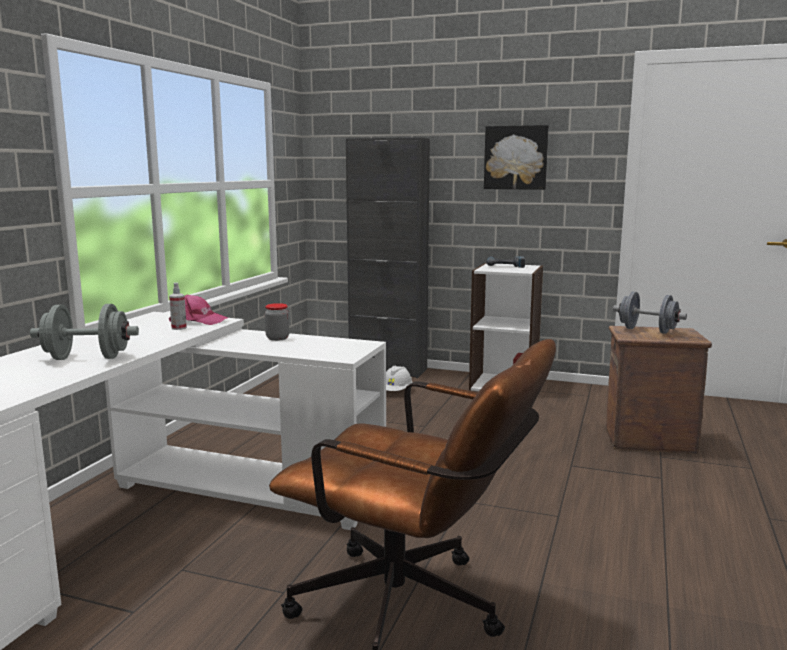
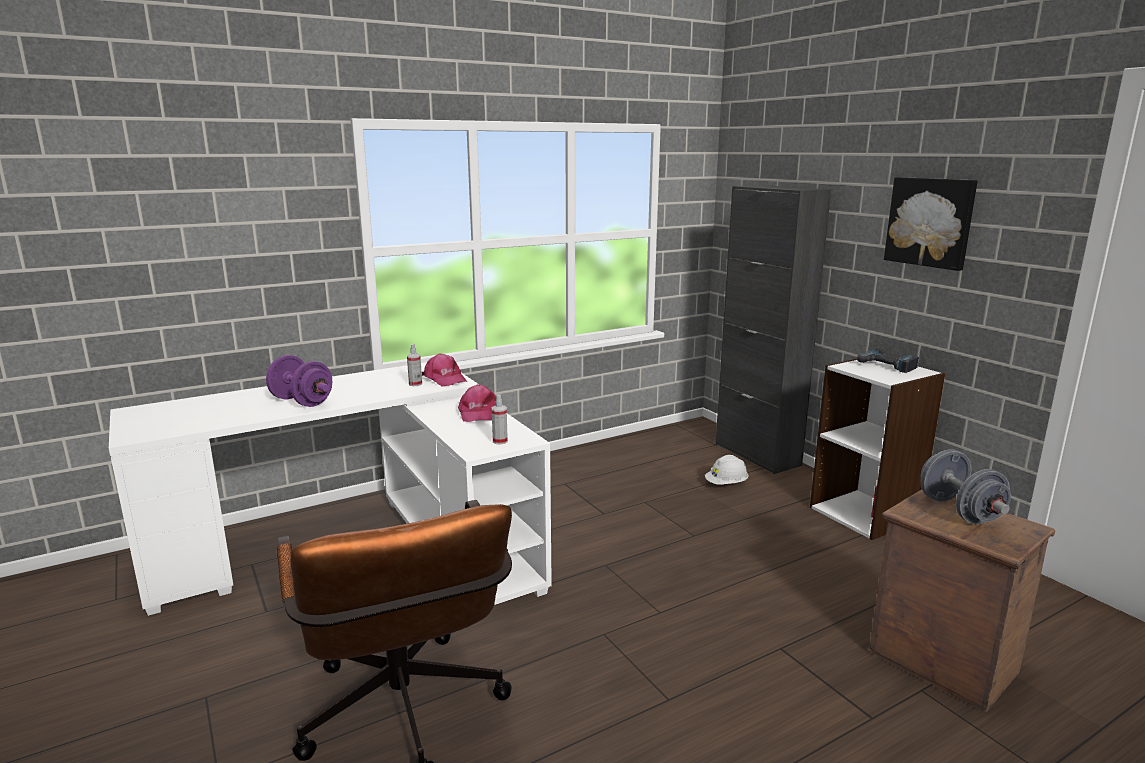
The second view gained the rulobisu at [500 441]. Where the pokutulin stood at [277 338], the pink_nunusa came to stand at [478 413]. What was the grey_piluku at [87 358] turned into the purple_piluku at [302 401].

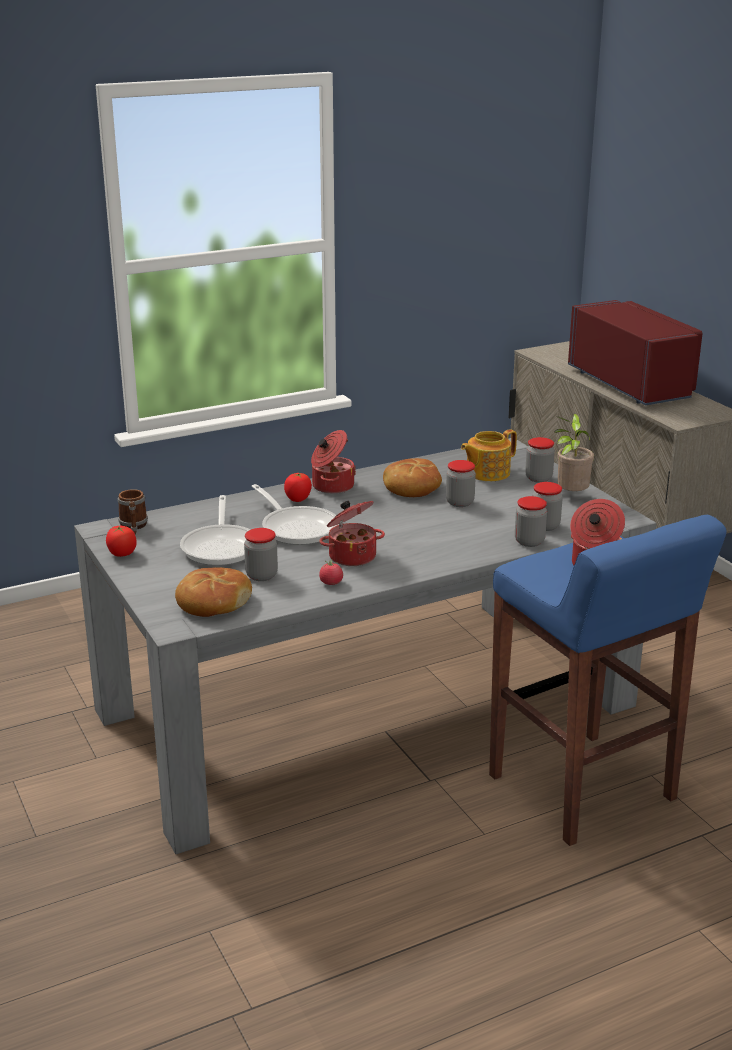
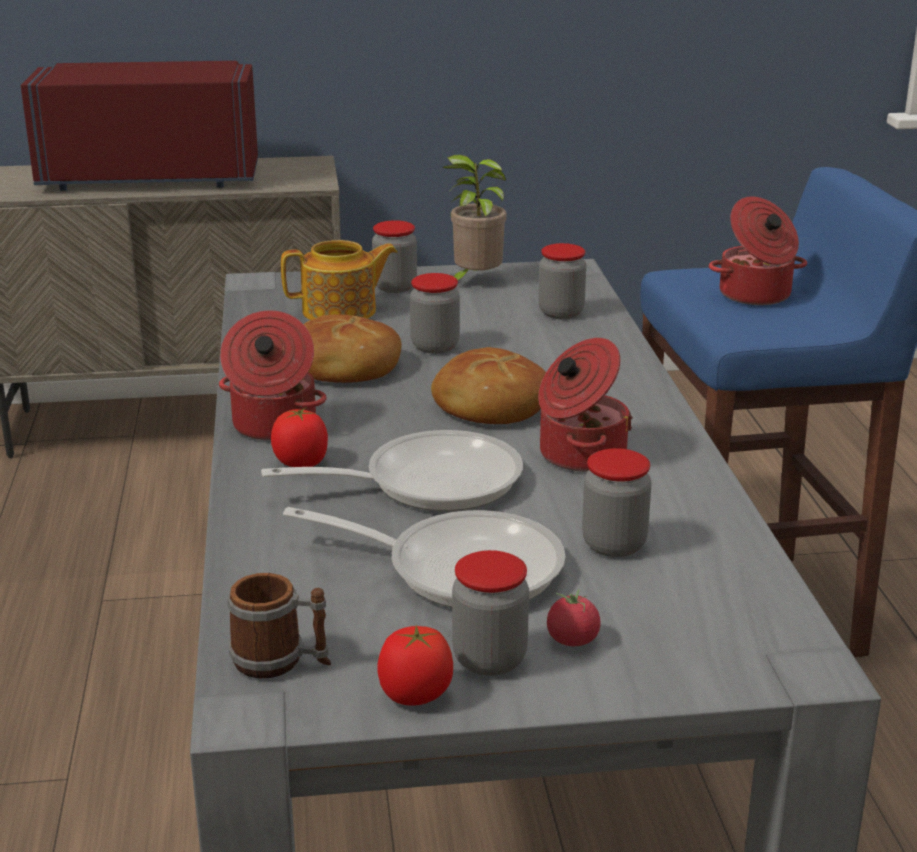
The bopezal ended up elsewhere, having gone from [213 603] to [489 406]. The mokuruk ended up elsewhere, having gone from [331 583] to [572 640]. The pokutulin ended up elsewhere, having gone from [529 541] to [489 659]. The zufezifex at [486 473] ended up facing another way, 90 degrees counterclockwise from before.

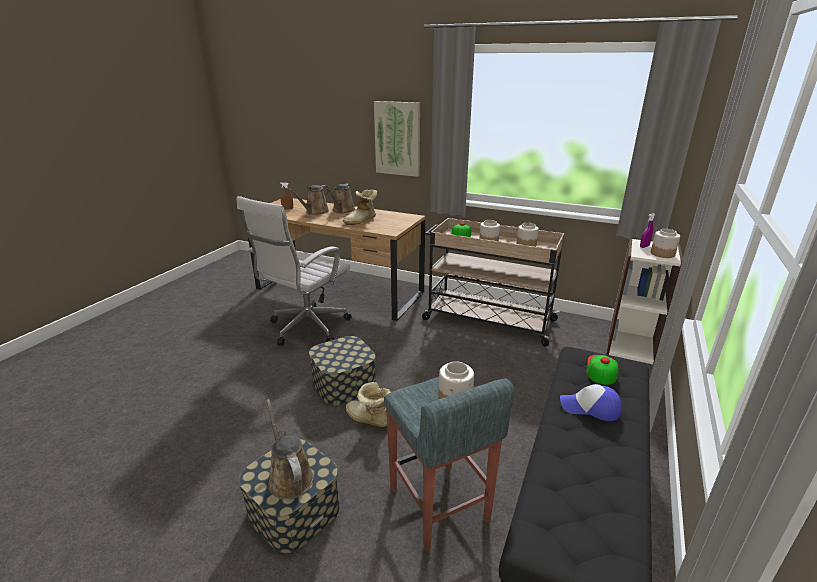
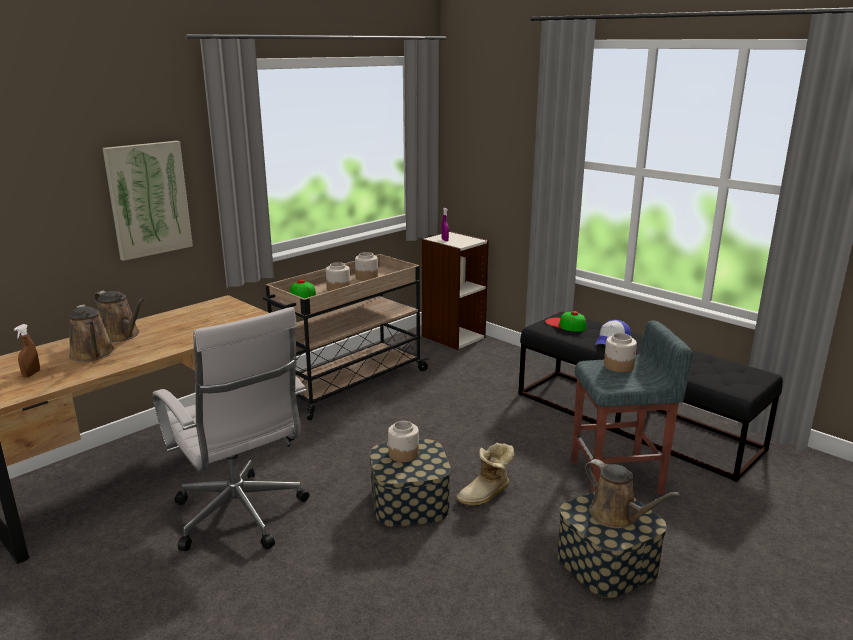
The second view lost the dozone at [362 221]. The pokutulin ended up elsewhere, having gone from [662 254] to [403 454]. The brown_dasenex at [289 477] ended up facing another way, 120 degrees counterclockwise from before.

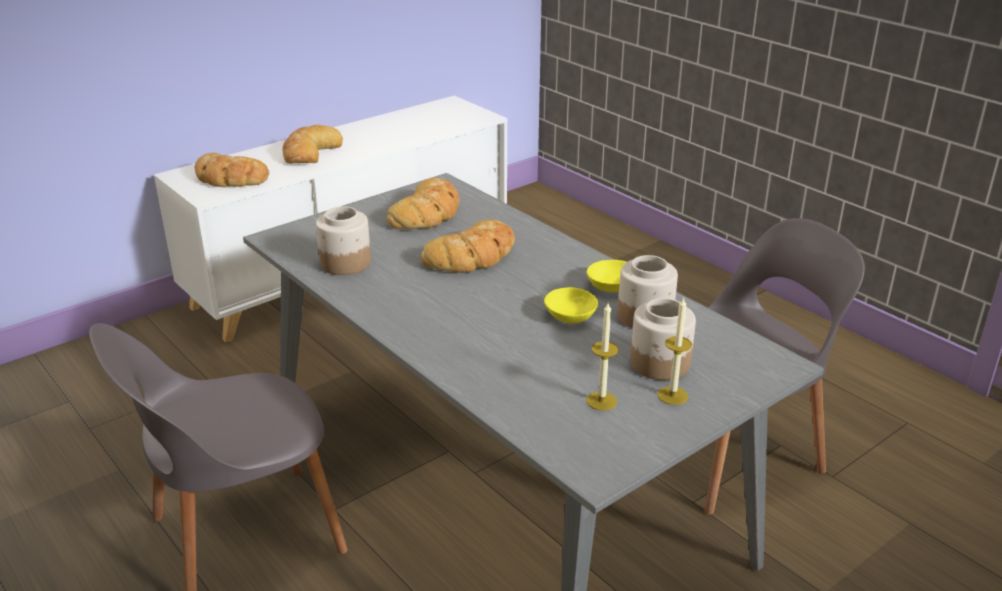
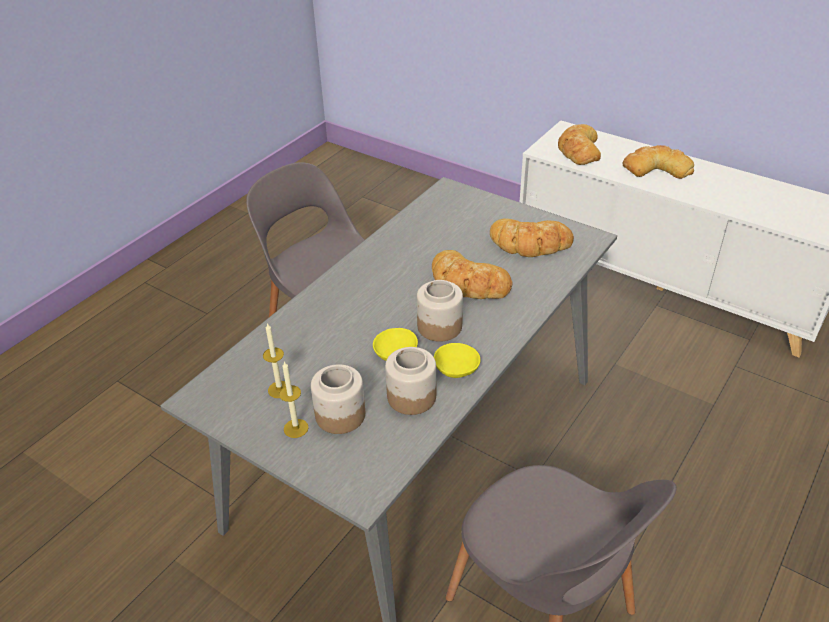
The pokutulin ended up elsewhere, having gone from [345 263] to [439 326].

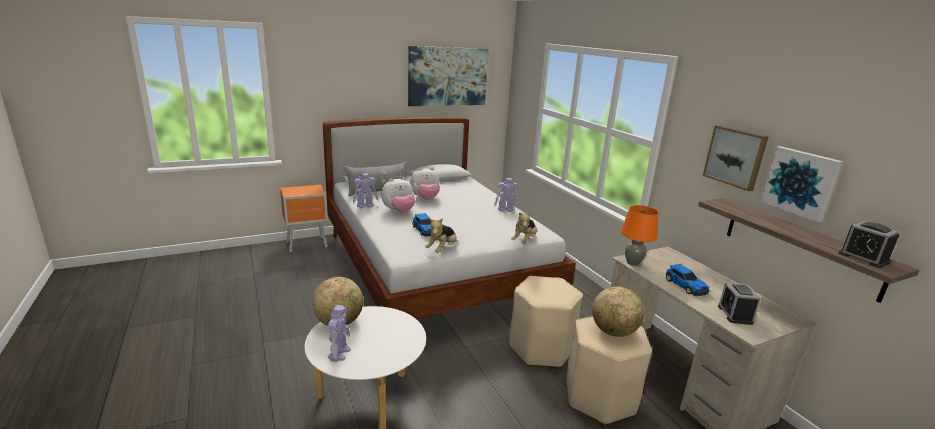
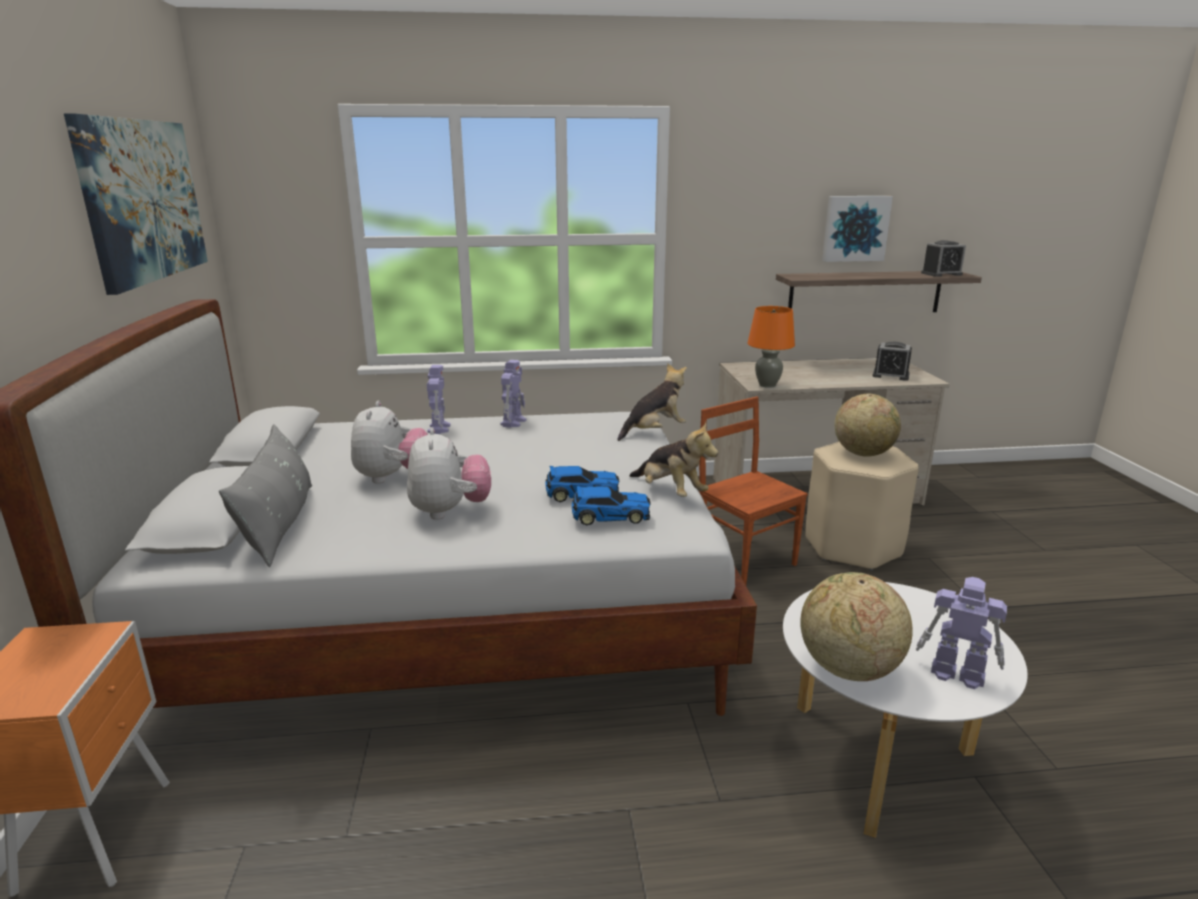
The second view lost the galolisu at [735 157]. The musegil ended up elsewhere, having gone from [365 206] to [439 428]. The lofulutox ended up elsewhere, having gone from [685 285] to [609 515]. Where the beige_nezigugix stood at [541 348], the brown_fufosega came to stand at [746 560]. The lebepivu at [524 241] ended up facing another way, 75 degrees counterclockwise from before.

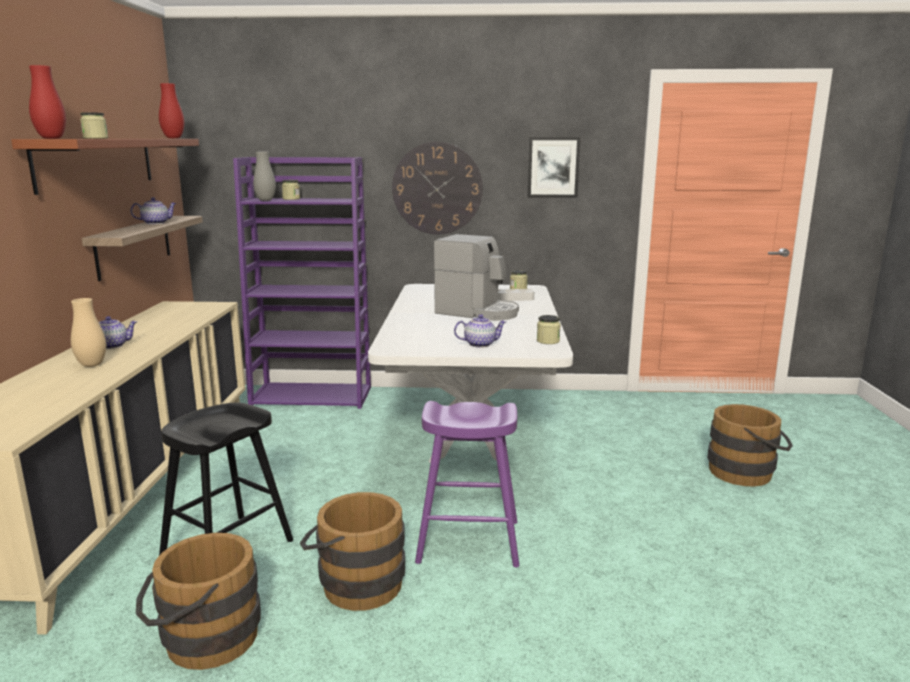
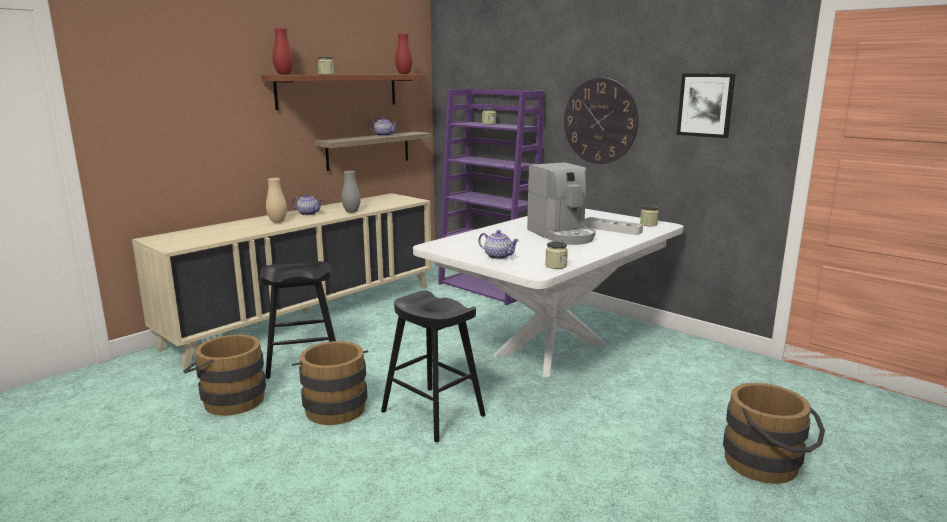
The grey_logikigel ended up elsewhere, having gone from [265 200] to [351 211]. What was the purple_nezigugix at [469 541] turned into the black_nezigugix at [433 413].

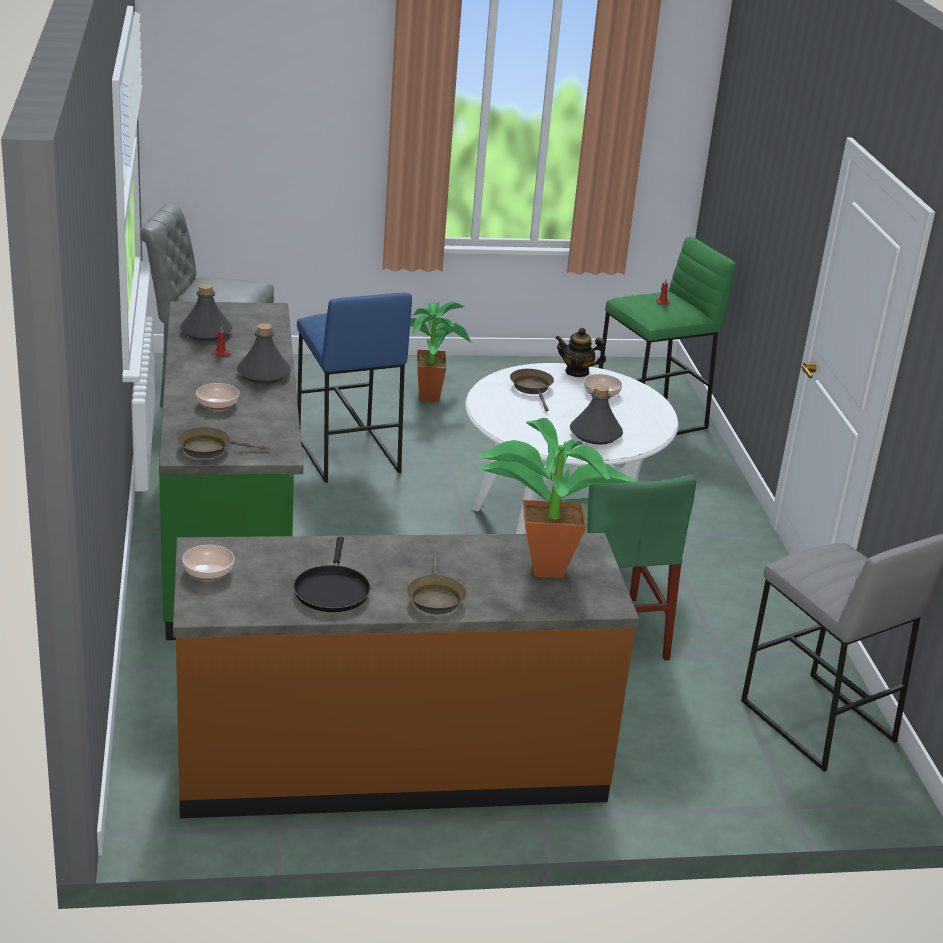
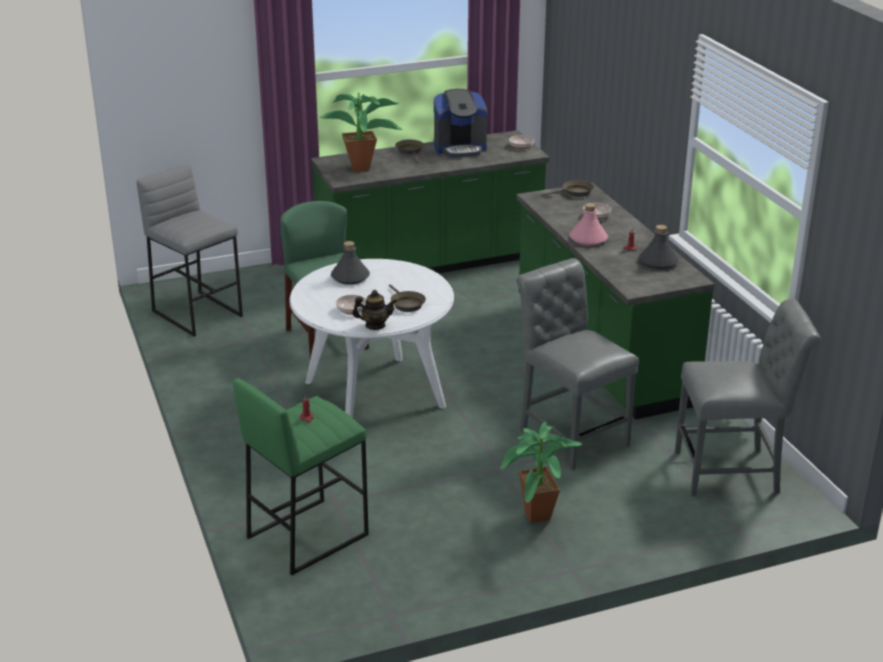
Where the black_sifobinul stood at [332 590], the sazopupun came to stand at [460 148]. Where the blue_nezigugix stood at [346 454], the grey_fufosega came to stand at [570 434]. What was the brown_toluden at [391 761] turned into the green_toluden at [430 264]. What was the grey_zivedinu at [263 374] turned into the pink_zivedinu at [588 239].

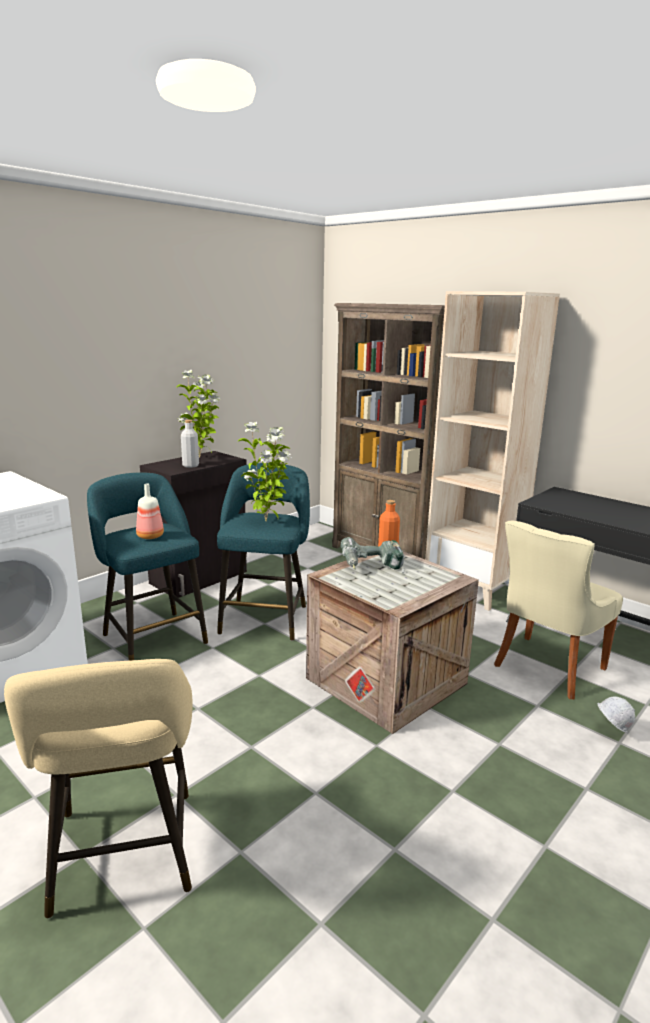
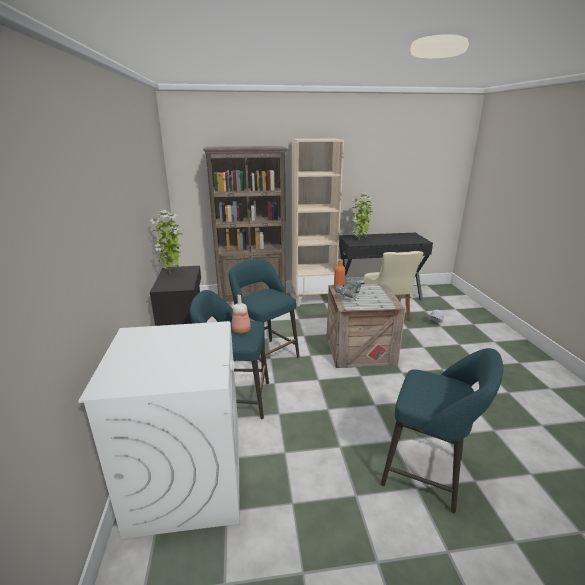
The second view lost the grey_zivedinu at [190 465]. The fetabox ended up elsewhere, having gone from [267 522] to [359 240]. What was the beige_nezigugix at [123 859] turned into the turquoise_nezigugix at [428 474].

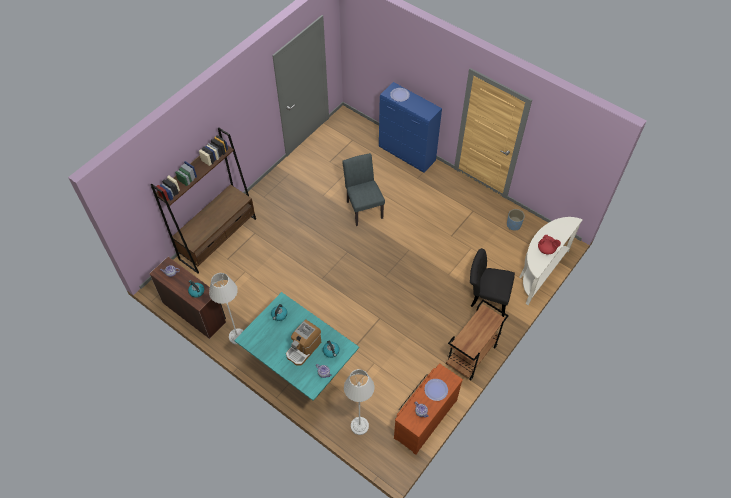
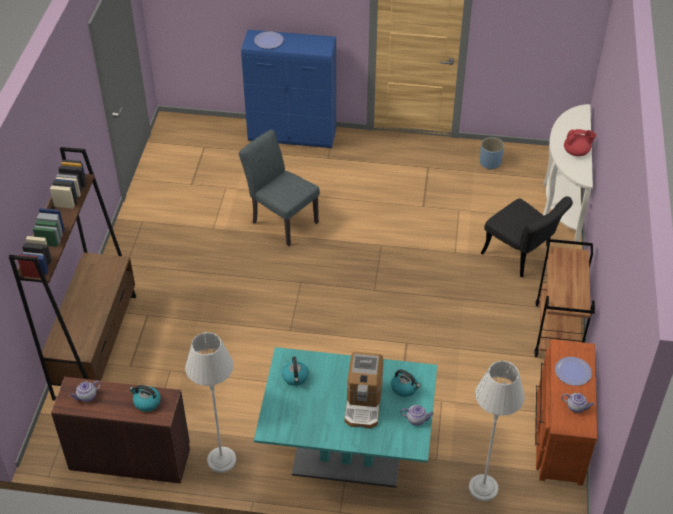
The black_fufosega at [486 296] ended up facing another way, 120 degrees counterclockwise from before.

